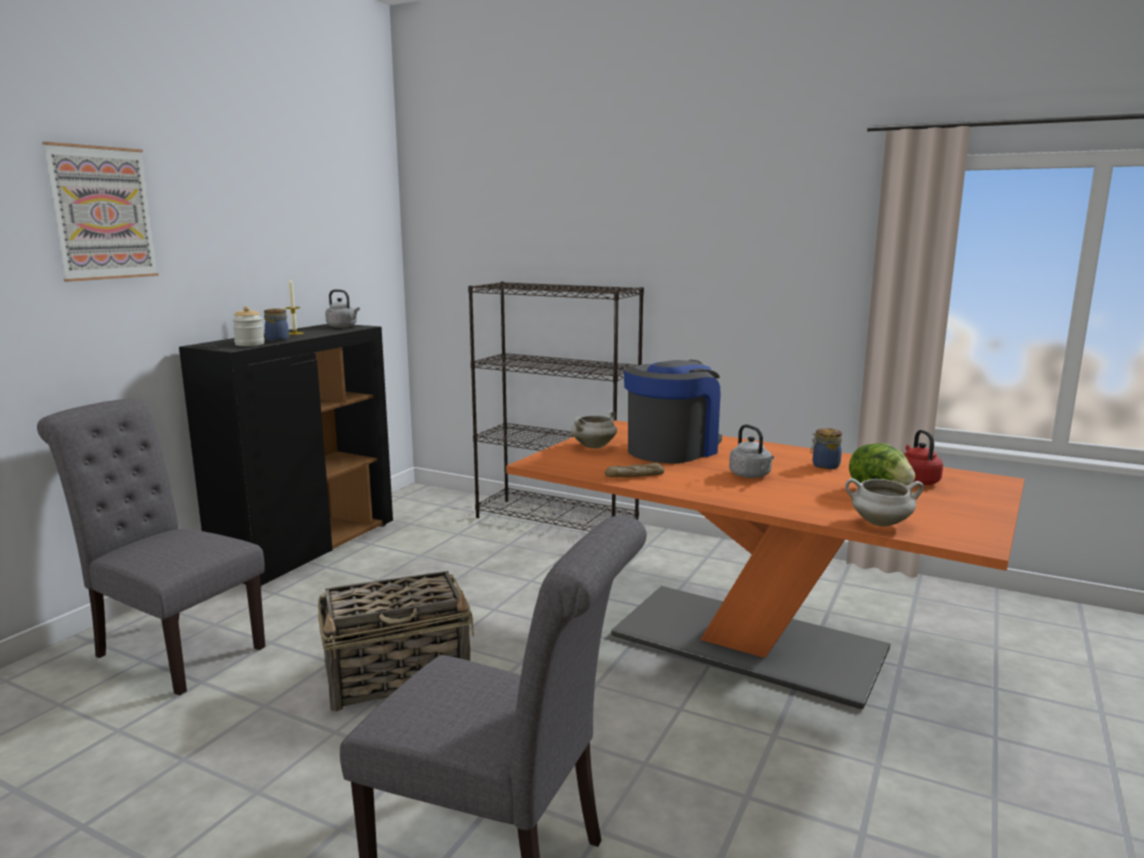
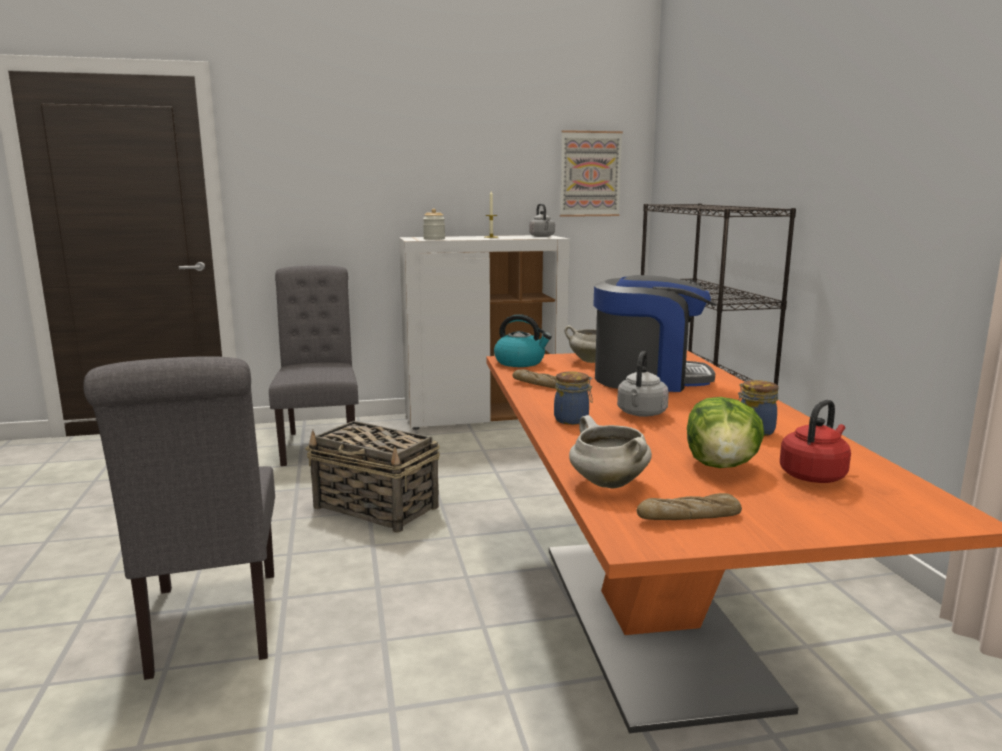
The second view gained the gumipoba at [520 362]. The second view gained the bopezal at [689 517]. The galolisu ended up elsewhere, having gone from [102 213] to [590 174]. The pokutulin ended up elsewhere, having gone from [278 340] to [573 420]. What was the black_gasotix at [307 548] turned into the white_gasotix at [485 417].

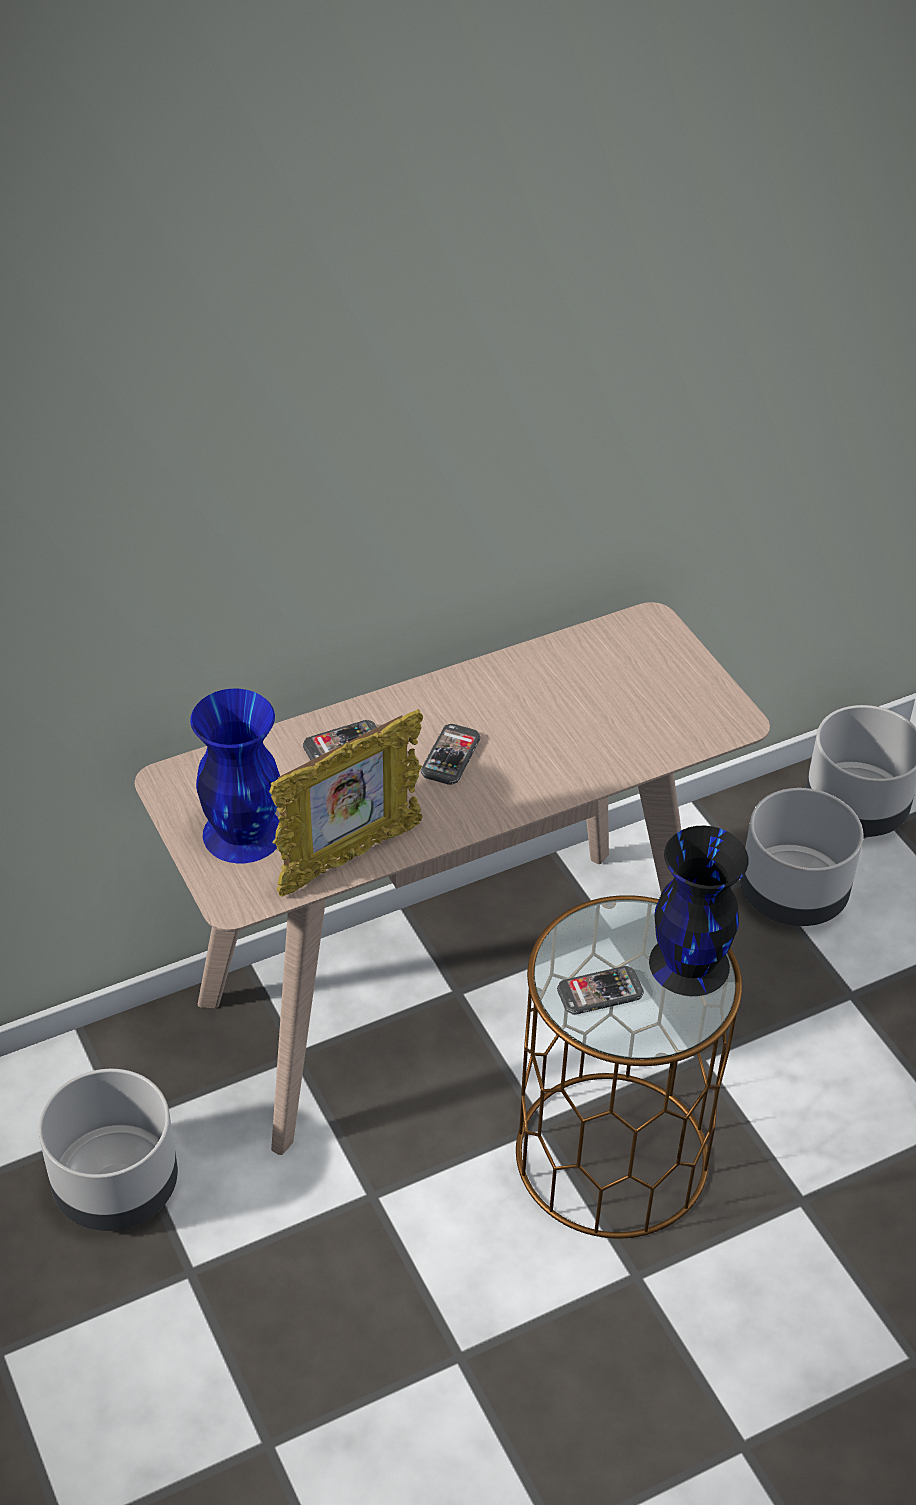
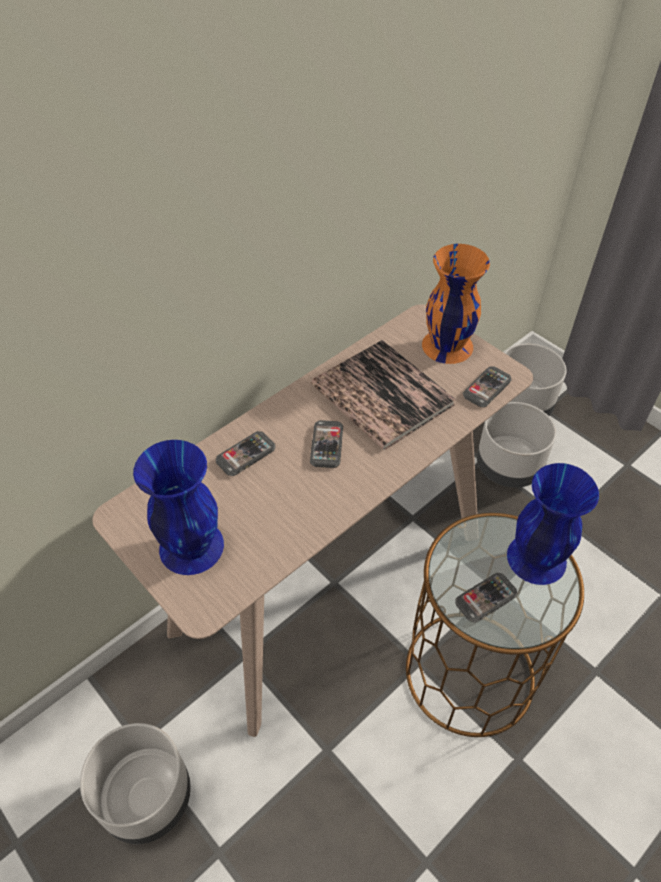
The second view lost the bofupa at [349 858]. The second view gained the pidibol at [382 395]. The second view gained the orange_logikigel at [446 345]. The second view gained the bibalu at [487 388]. What was the black_logikigel at [688 963] turned into the blue_logikigel at [535 558].

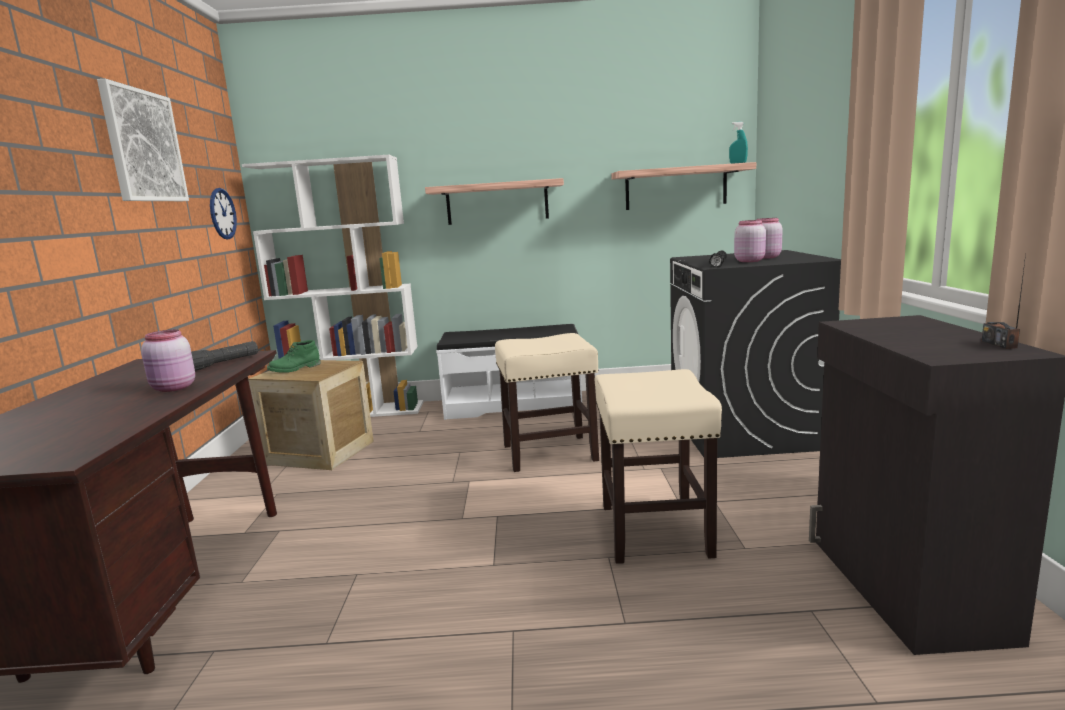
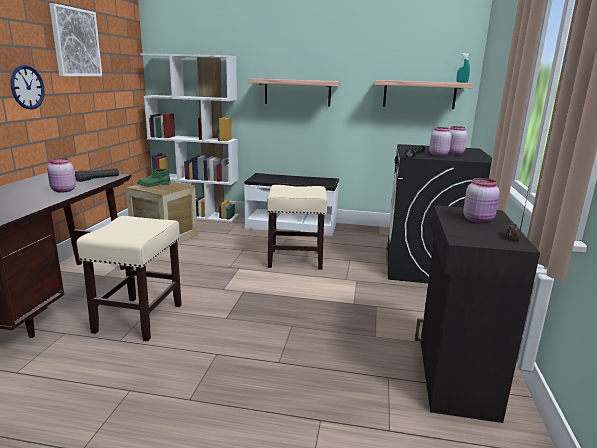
The second view gained the pink_pokutulin at [478 220]. The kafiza ended up elsewhere, having gone from [222 213] to [27 87]. The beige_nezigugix ended up elsewhere, having gone from [654 529] to [139 317].

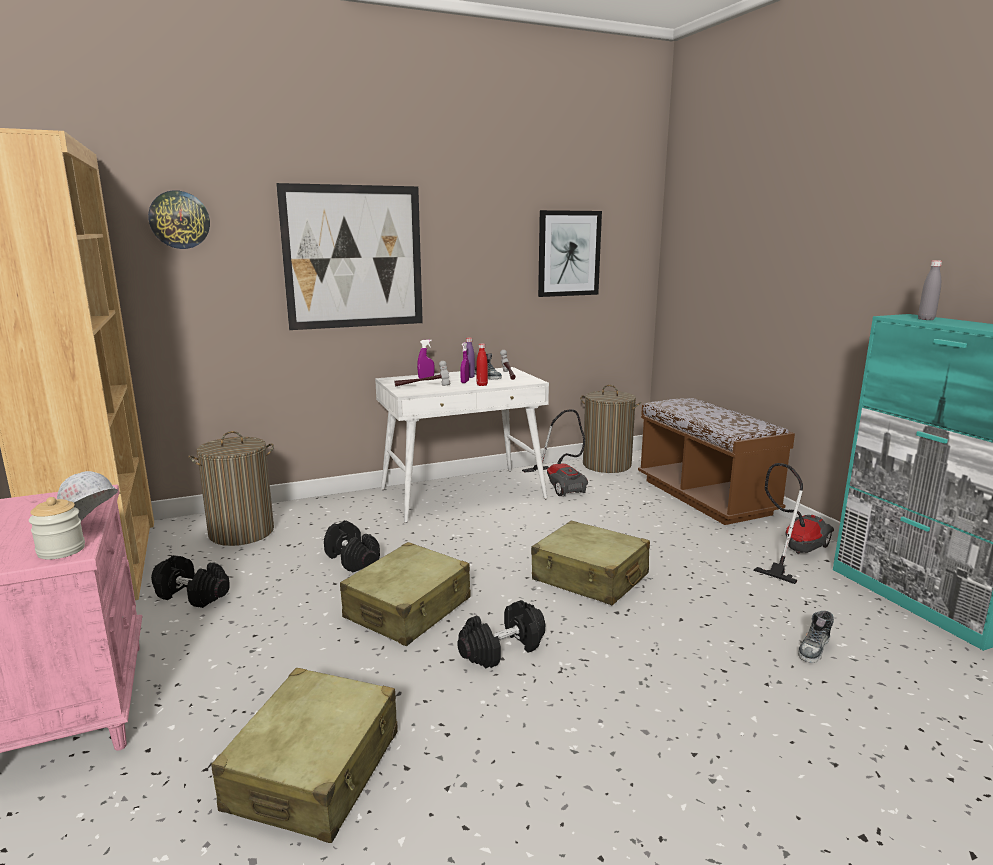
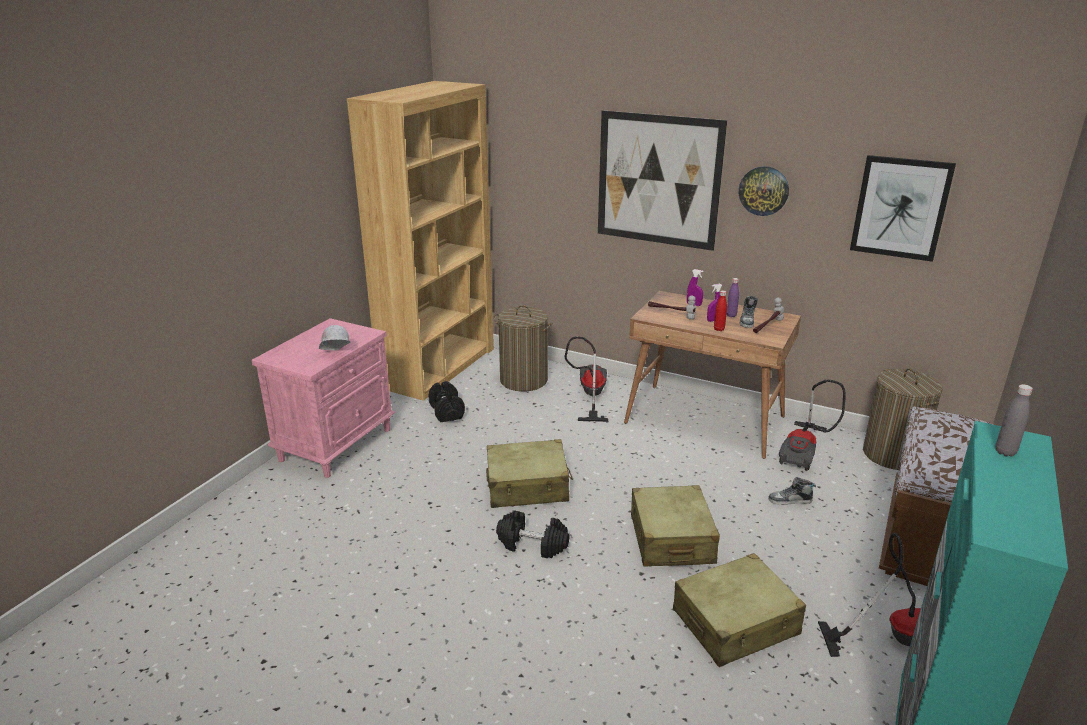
The second view lost the pokutulin at [61 550]. The second view lost the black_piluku at [351 559]. The second view gained the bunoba at [589 395]. The kafiza ended up elsewhere, having gone from [179 220] to [763 190]. The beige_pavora ended up elsewhere, having gone from [315 771] to [735 623]. The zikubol ended up elsewhere, having gone from [814 649] to [790 500]. What was the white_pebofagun at [463 494] turned into the brown_pebofagun at [705 420].

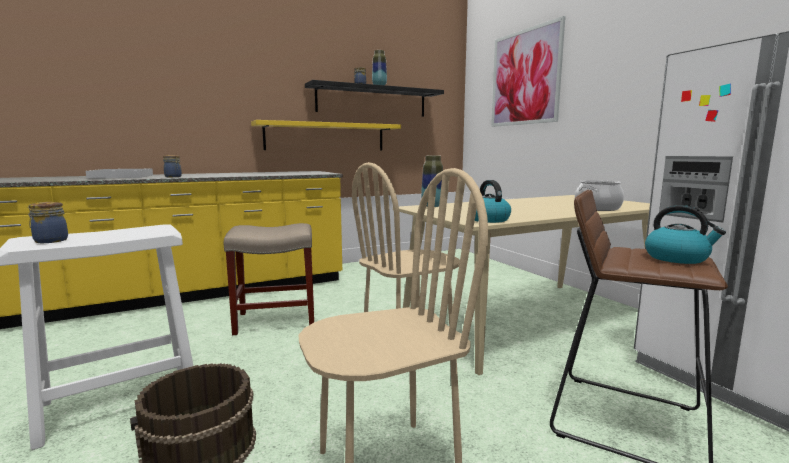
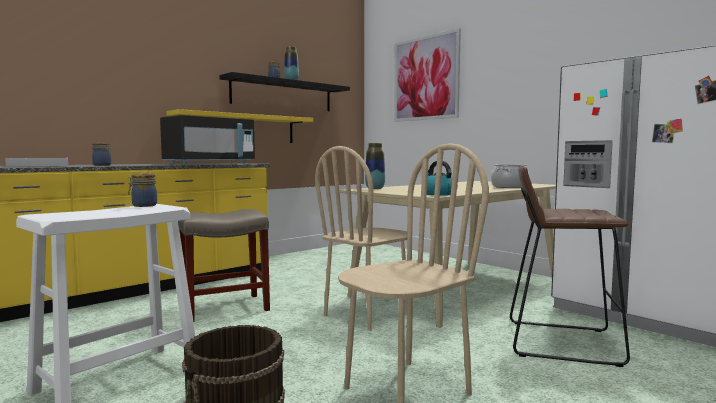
The second view lost the gumipoba at [677 258]. The second view gained the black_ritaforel at [210 163]. The pokutulin ended up elsewhere, having gone from [49 241] to [143 205].

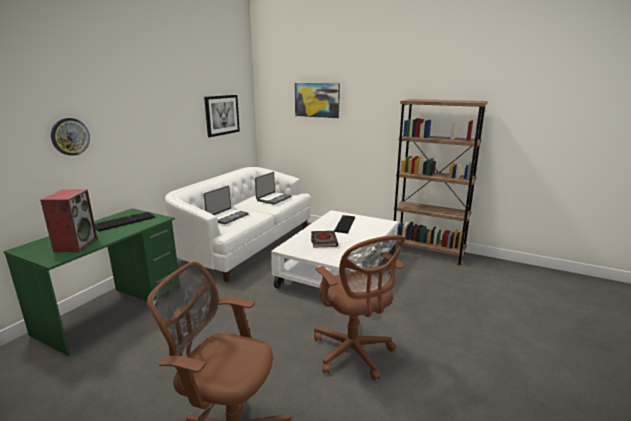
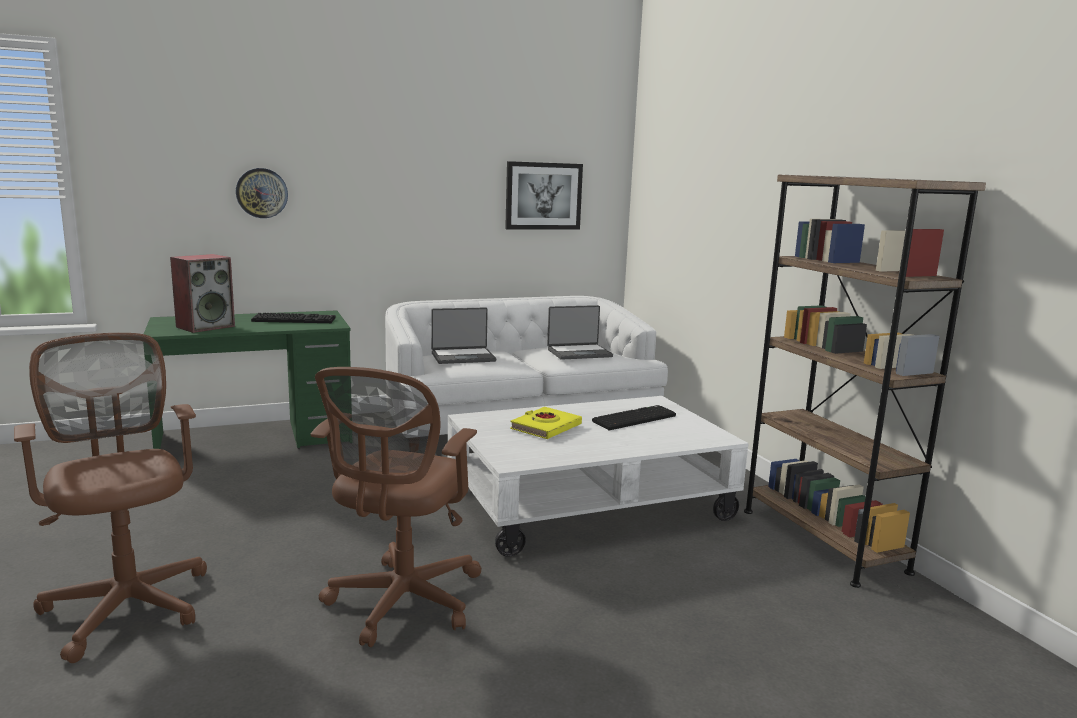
The second view lost the galolisu at [317 100]. What was the black_pidibol at [323 241] turned into the yellow_pidibol at [545 427].

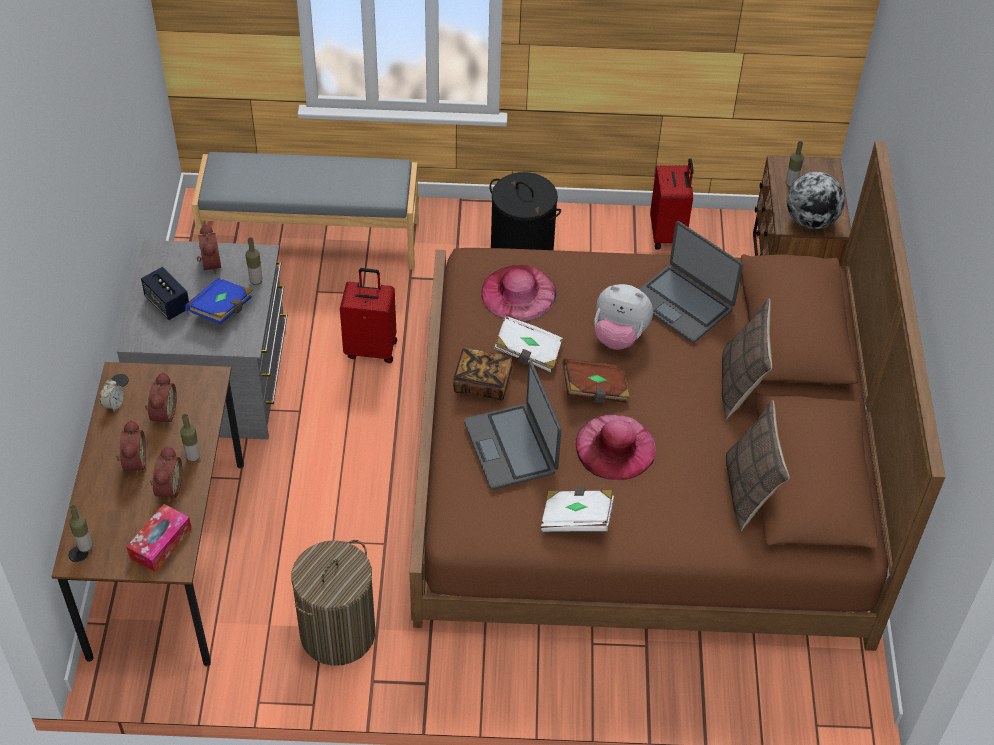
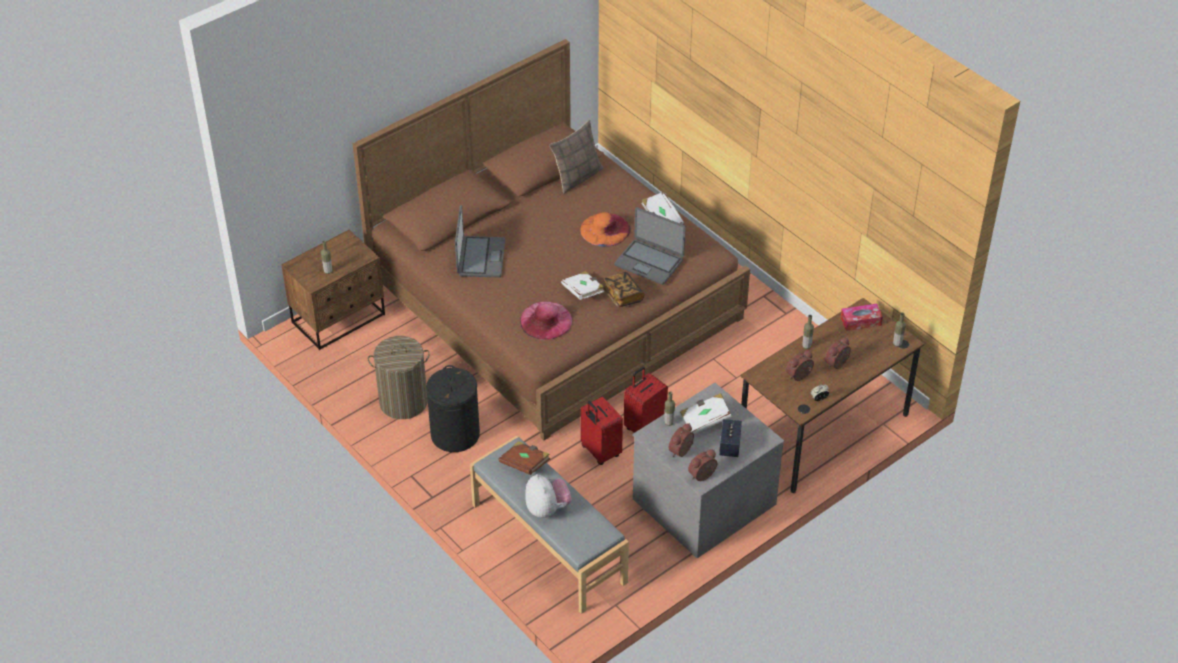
The second view lost the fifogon at [740 386]. The second view lost the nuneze at [810 220]. The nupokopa ended up elsewhere, having gone from [167 488] to [703 476]. The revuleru ended up elsewhere, having gone from [338 633] to [403 402]. The brown_pidibol ended up elsewhere, having gone from [595 390] to [525 464]. The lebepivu ended up elsewhere, having gone from [619 336] to [547 509]. The red_pavora ended up elsewhere, having gone from [668 234] to [644 426]. What was the blue_pidibol at [222 310] turned into the white_pidibol at [705 420]. What was the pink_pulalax at [615 447] turned into the orange_pulalax at [605 229]. The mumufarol at [511 447] ended up facing another way, 90 degrees clockwise from before.

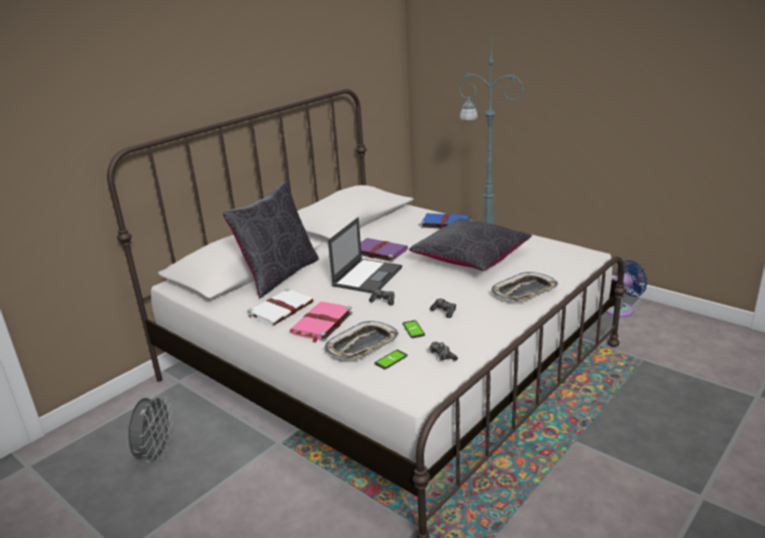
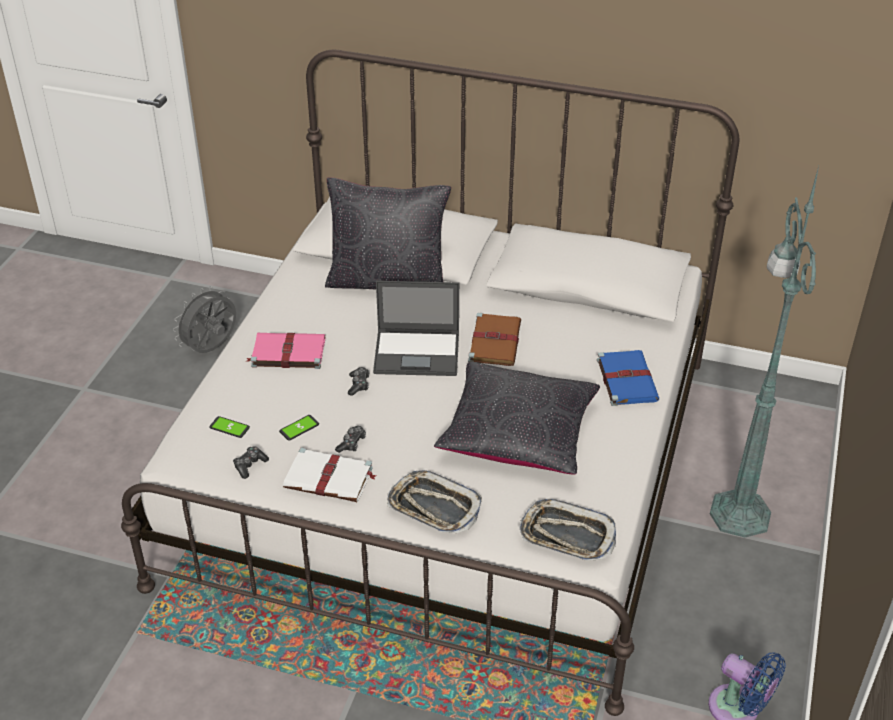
The white_pidibol ended up elsewhere, having gone from [281 309] to [330 478]. The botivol ended up elsewhere, having gone from [362 346] to [567 536]. What was the purple_pidibol at [378 251] turned into the brown_pidibol at [494 341]. The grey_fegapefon at [156 454] ended up facing another way, 150 degrees clockwise from before.

